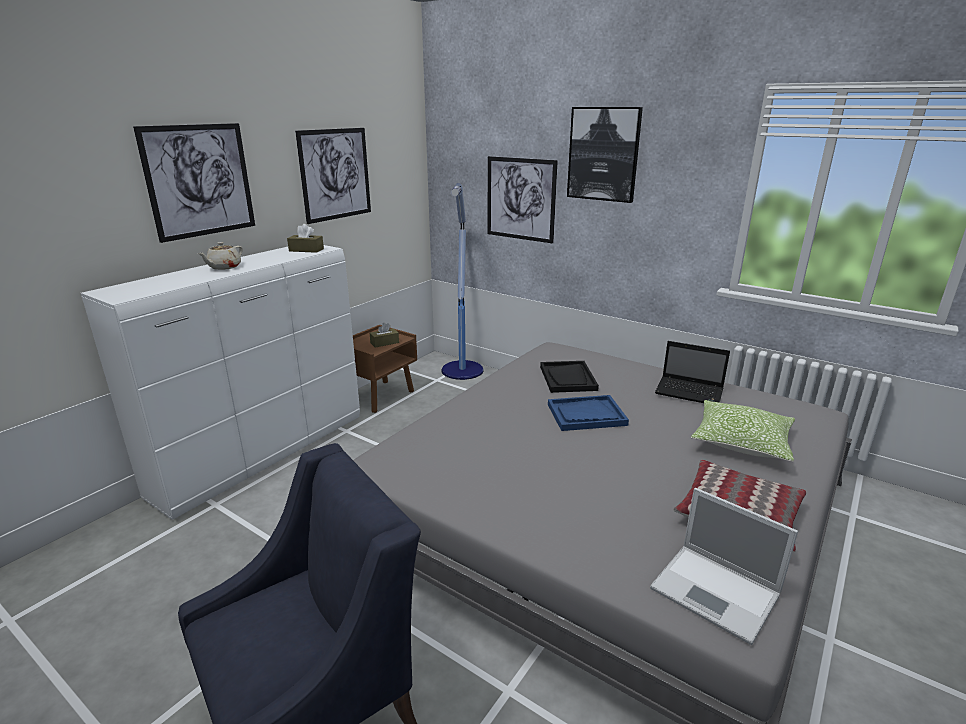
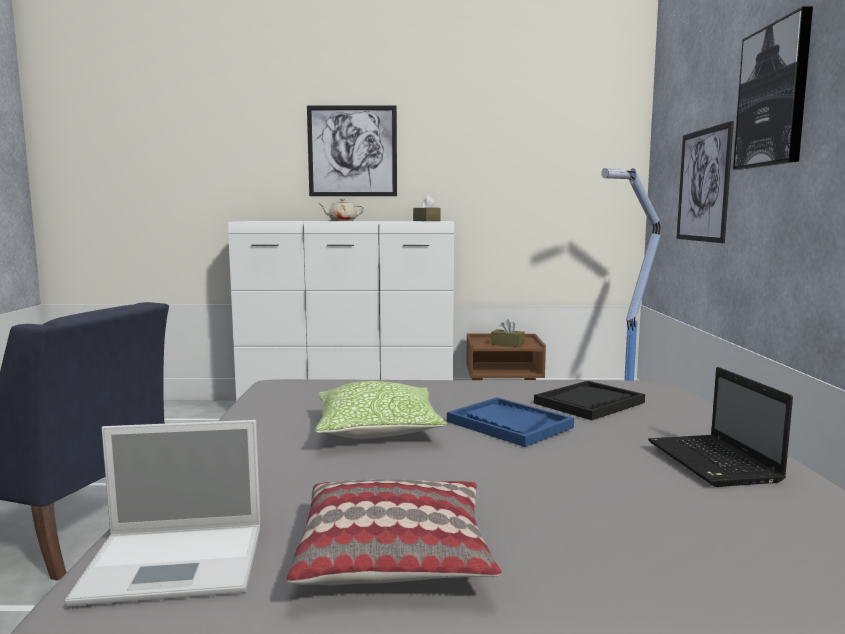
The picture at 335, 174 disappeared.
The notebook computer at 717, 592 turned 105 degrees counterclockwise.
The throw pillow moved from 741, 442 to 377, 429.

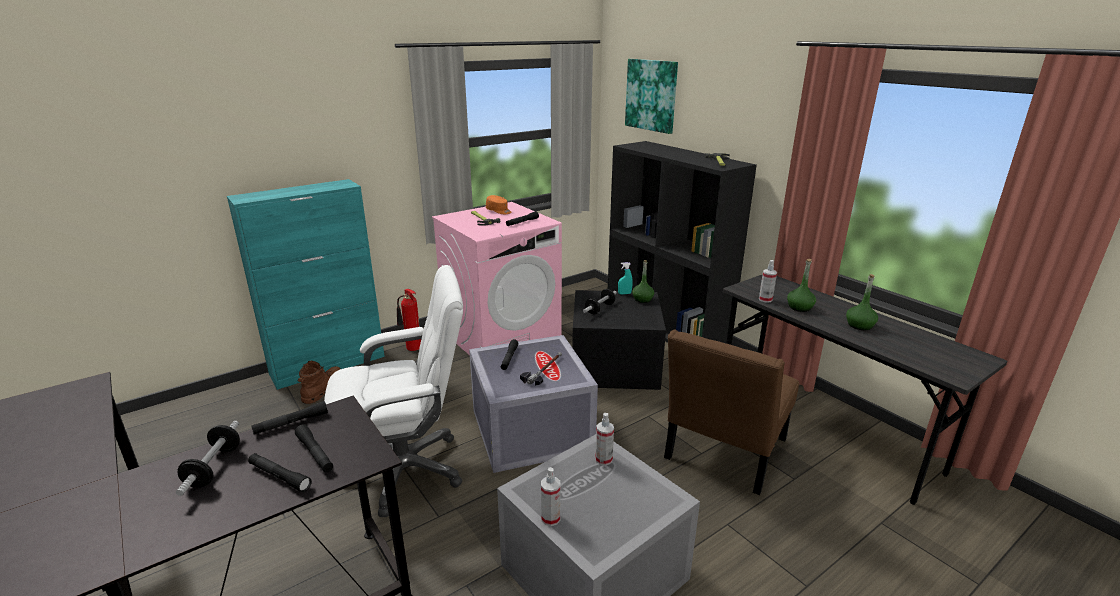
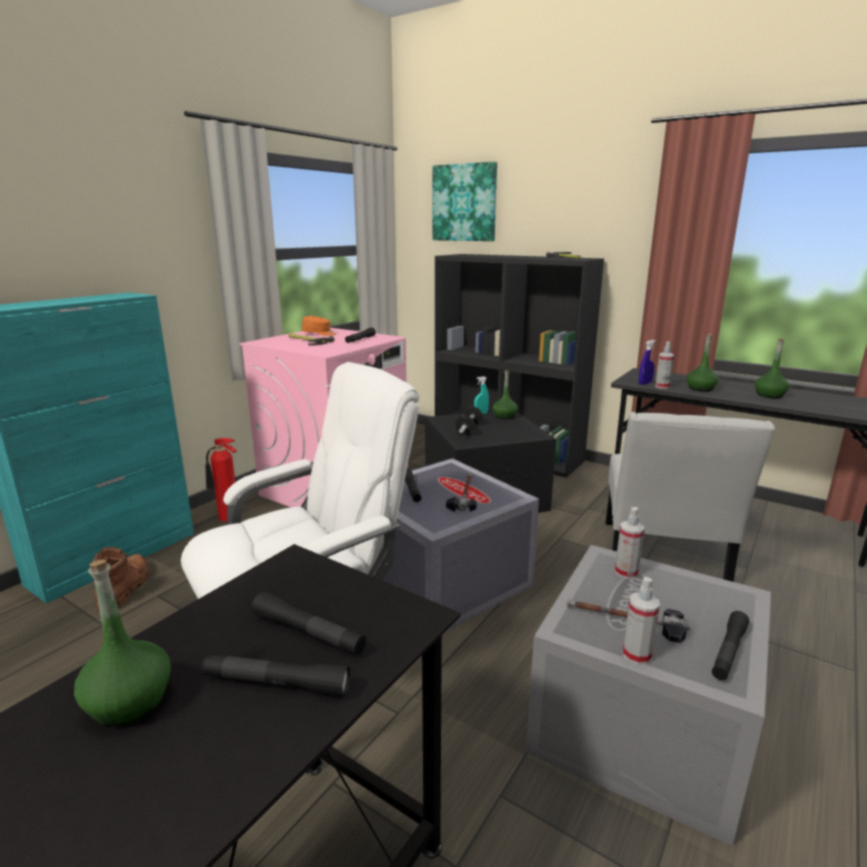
The hand weight at 213, 468 was replaced by the green-coloured bottle at 129, 701.
The blackish torch moved from 291, 423 to 728, 652.
The brown-coloured upright chair at 723, 453 became the whitish upright chair at 662, 558.
The tool hammer at 625, 621 appeared.
The bluish spray bottle at 645, 383 appeared.

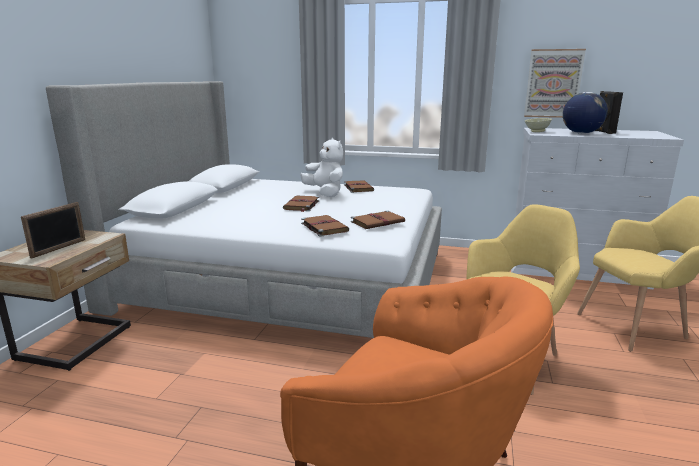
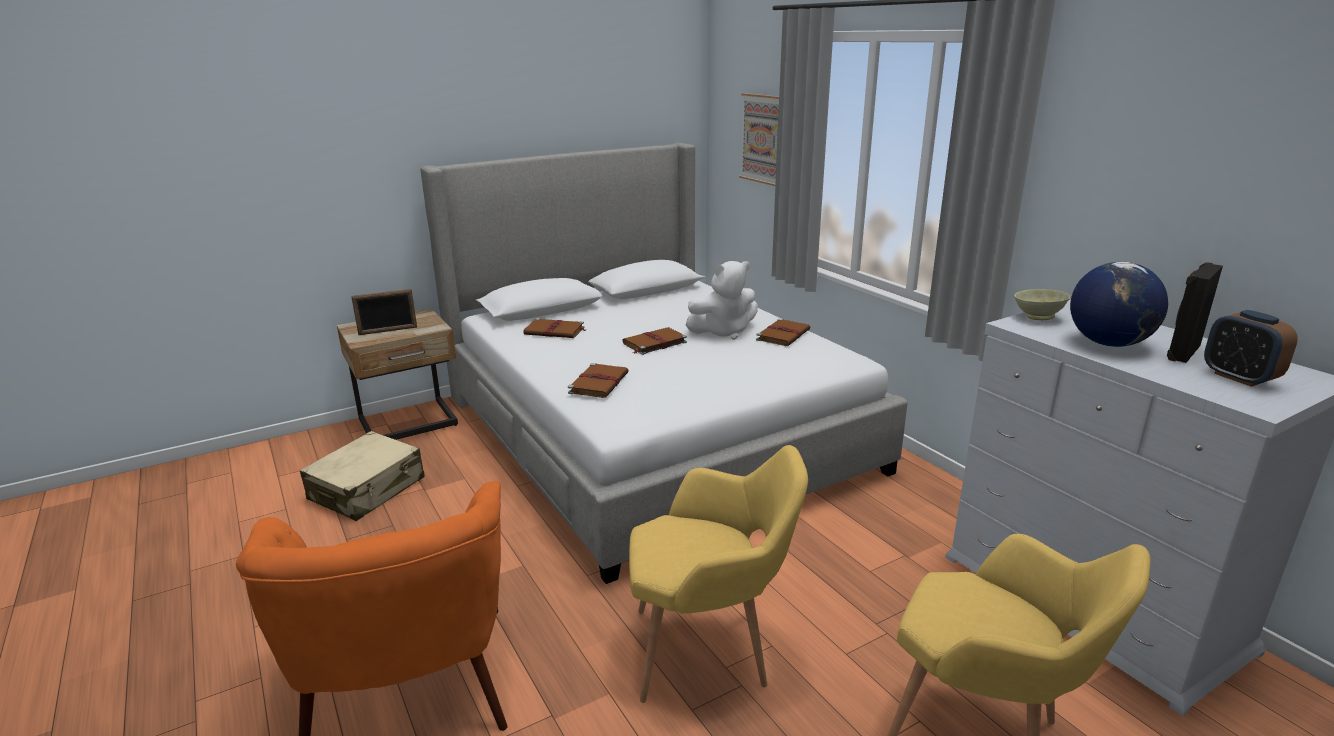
The whitish plush toy at 325, 193 turned 60 degrees clockwise.
The brown-coloured book moved from 378, 222 to 555, 331.
The picture moved from 553, 83 to 762, 139.
The beige piece of luggage at 367, 489 appeared.
The alarm clock at 1239, 377 appeared.

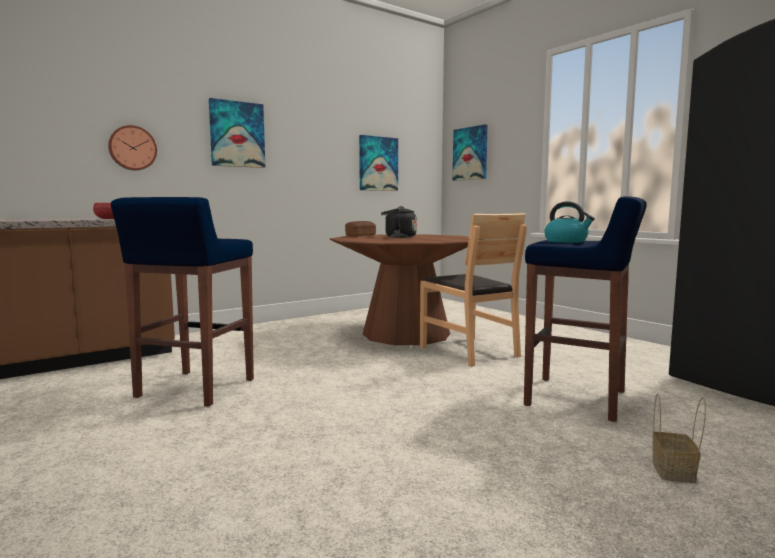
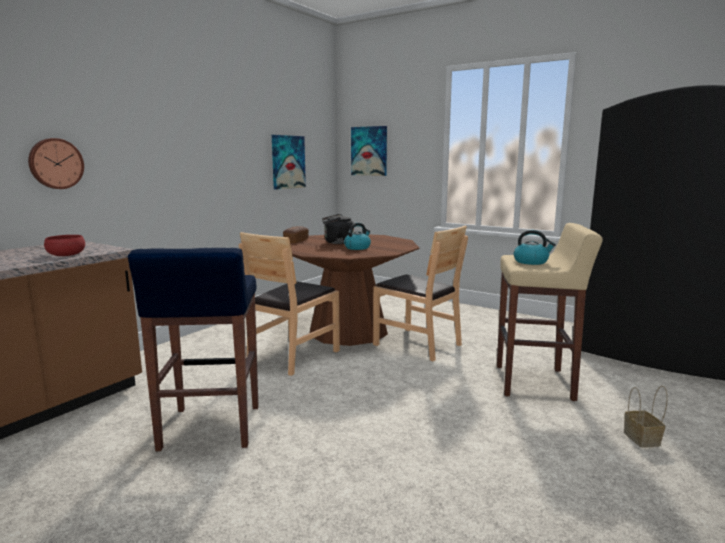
The picture at 237, 134 disappeared.
The bluish stool at 577, 399 became the beige stool at 535, 383.
The brown-coloured upright chair at 293, 356 appeared.
The water kettle at 357, 248 appeared.

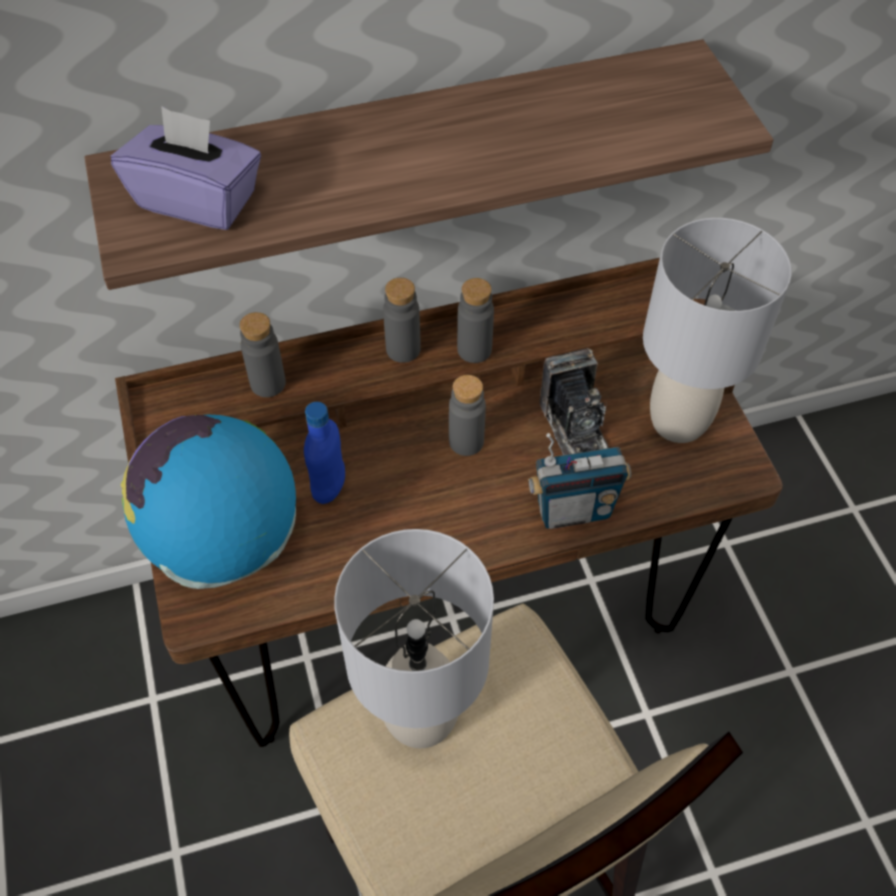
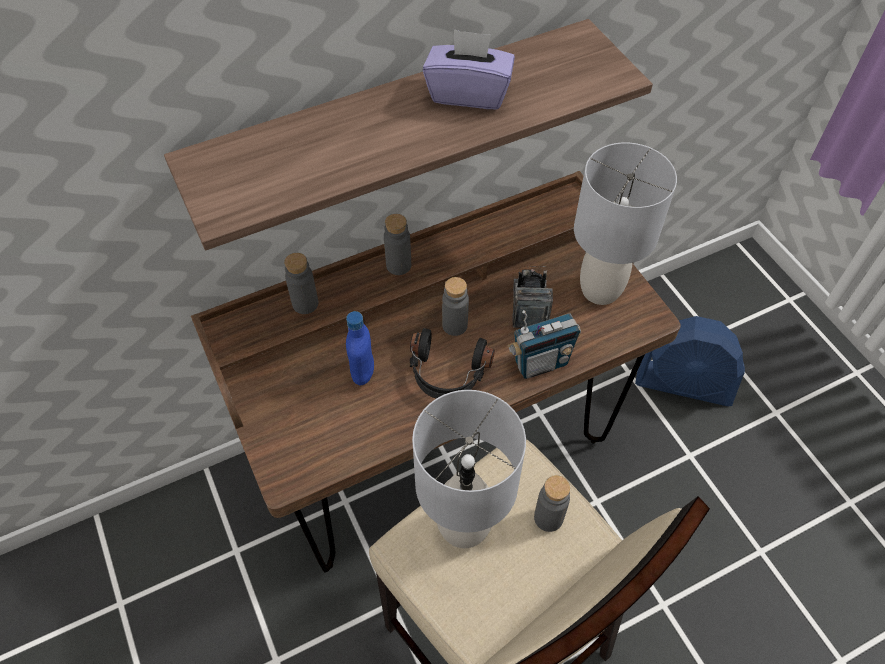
The purple box of tissues moved from 198, 200 to 468, 93.
The world globe at 225, 541 disappeared.
The greyish bottle moved from 474, 349 to 548, 518.
The still camera at 575, 428 turned 150 degrees counterclockwise.
The blackish headset at 447, 374 appeared.
The bluish cooling fan at 684, 383 appeared.

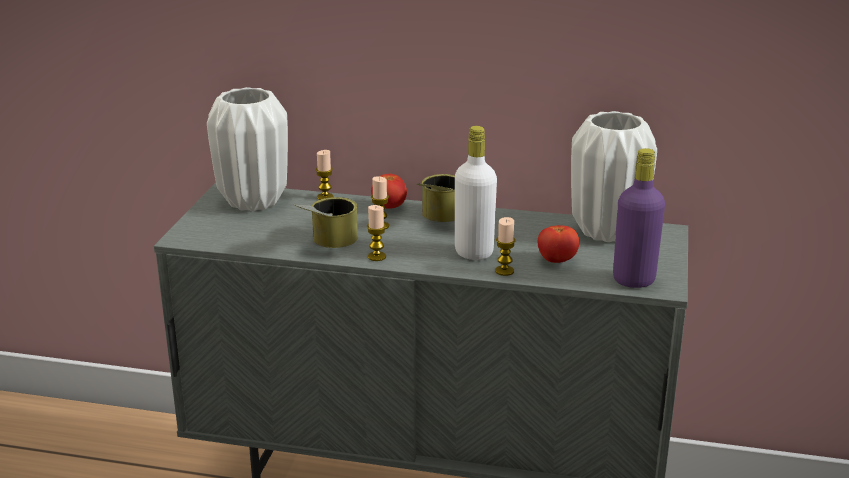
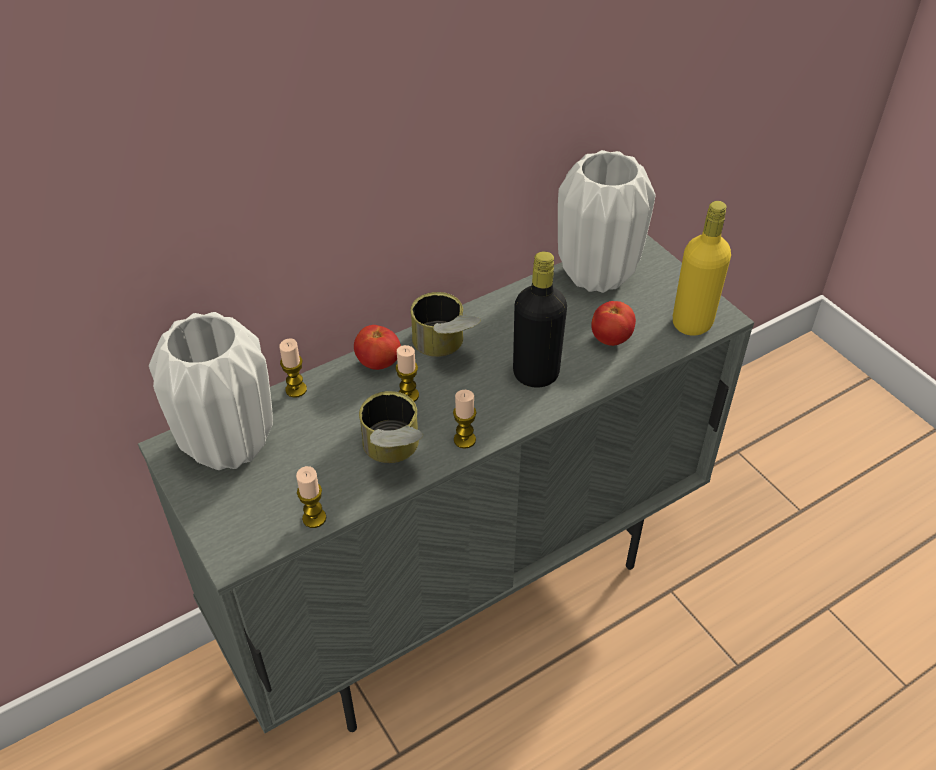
The whitish bottle at 474, 252 became the blackish bottle at 536, 374.
The wax light moved from 504, 271 to 314, 518.
The purple bottle at 633, 280 became the yellowish bottle at 692, 323.

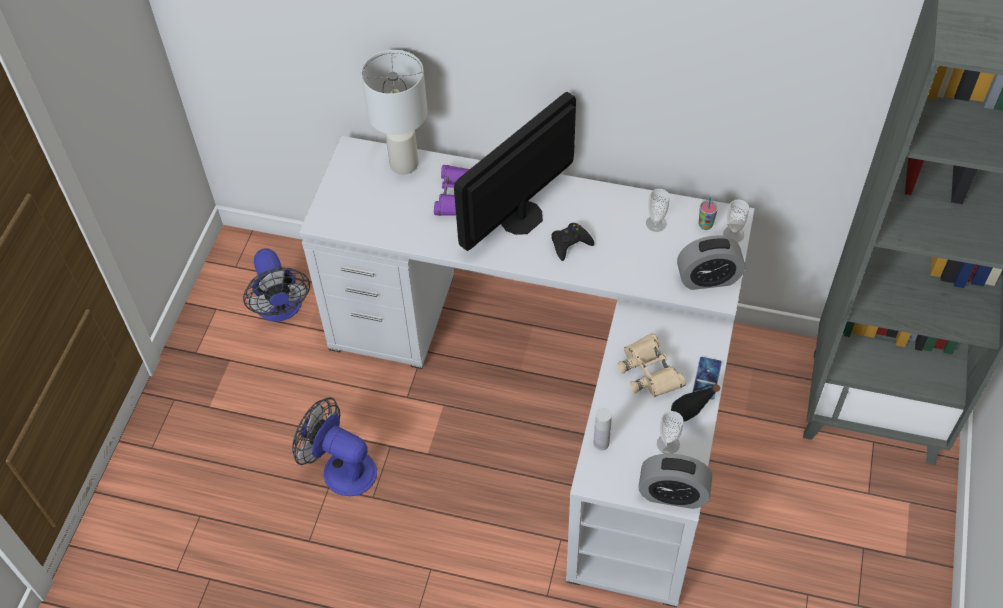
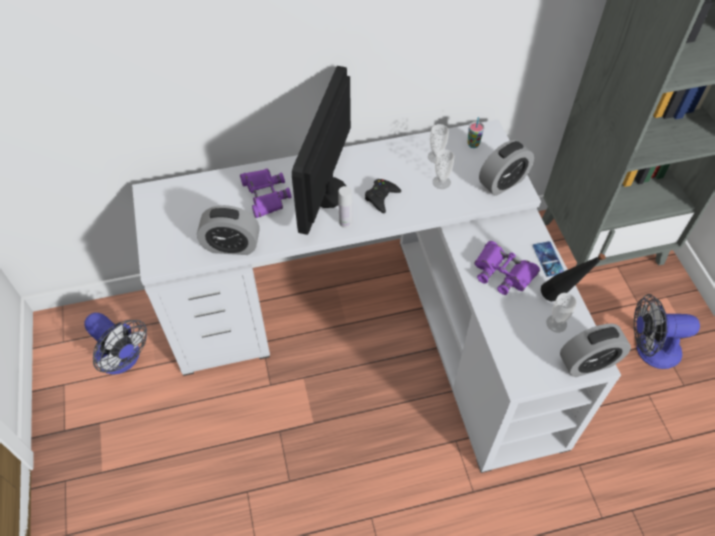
The cooling fan moved from 341, 468 to 650, 350.
The whitish lamp for a table at 403, 164 disappeared.
The whitish bottle moved from 601, 443 to 345, 222.
The beige pair of binoculars at 649, 371 became the purple pair of binoculars at 503, 272.
The cup moved from 733, 234 to 441, 182.
The alarm clock at 231, 246 appeared.

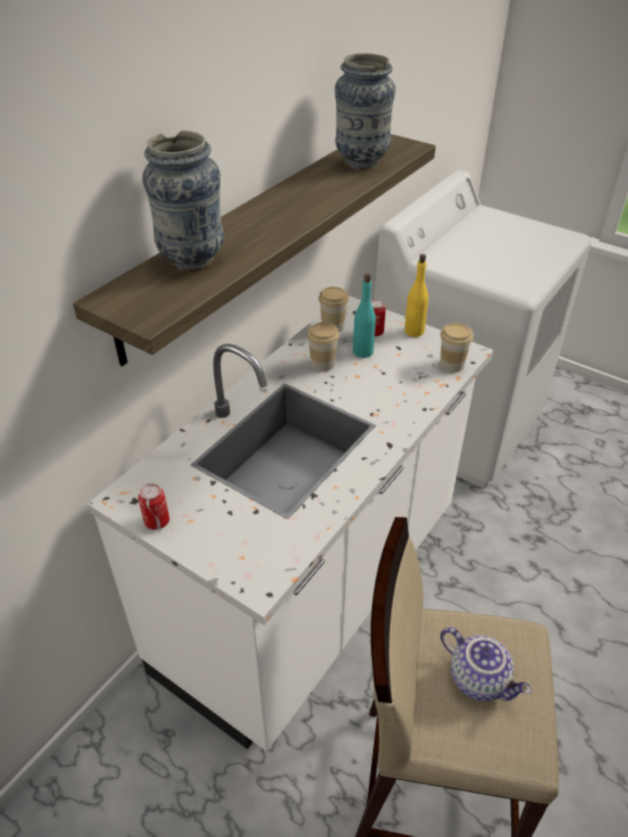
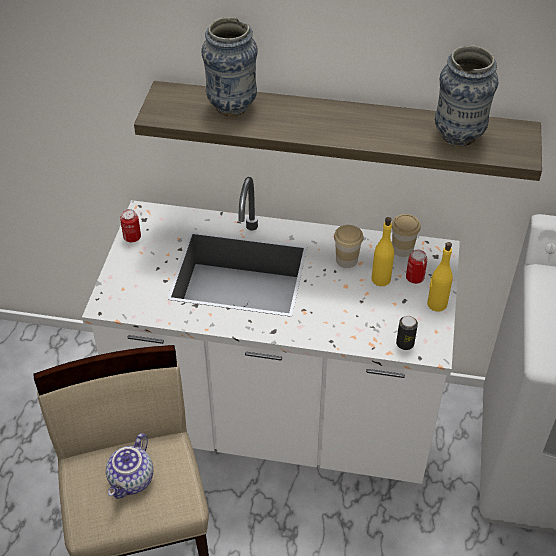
The turquoise bottle at 362, 351 became the yellowish bottle at 381, 279.
The cup at 451, 365 was replaced by the can at 405, 344.

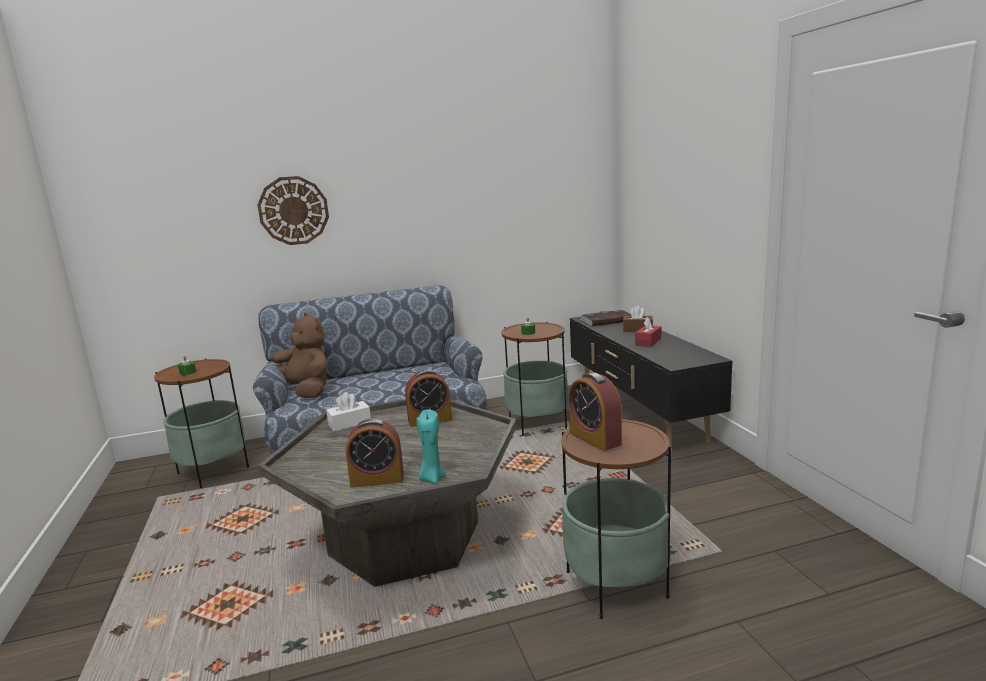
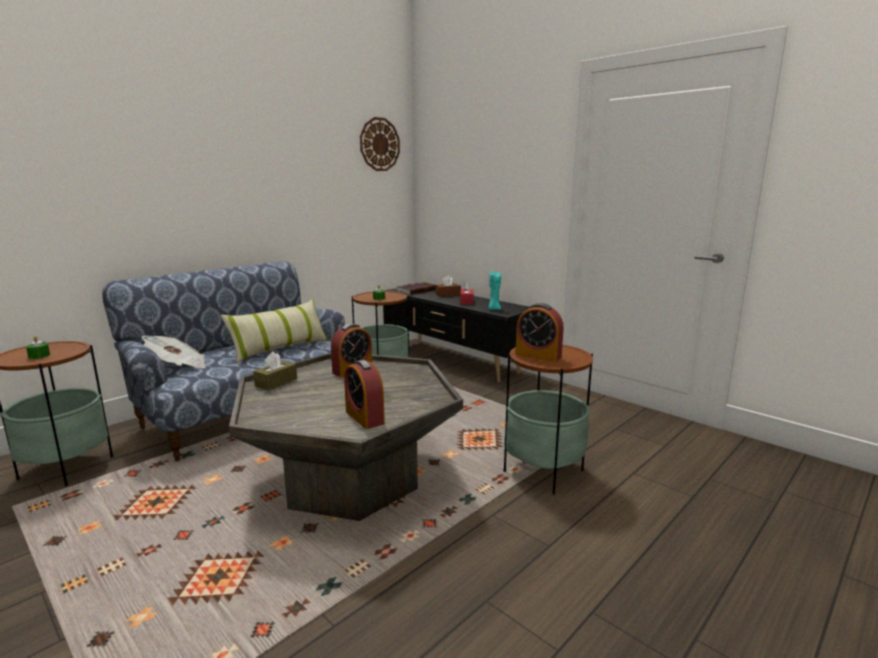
The clock on the wall moved from 293, 210 to 379, 144.
The brown-coloured plush toy at 305, 391 was replaced by the newspaper at 178, 366.
The whitish box of tissues at 350, 423 became the brown-coloured box of tissues at 276, 382.
The alarm clock at 377, 479 turned 90 degrees clockwise.
The turquoise wax light moved from 432, 478 to 494, 309.
The throw pillow at 280, 349 appeared.

